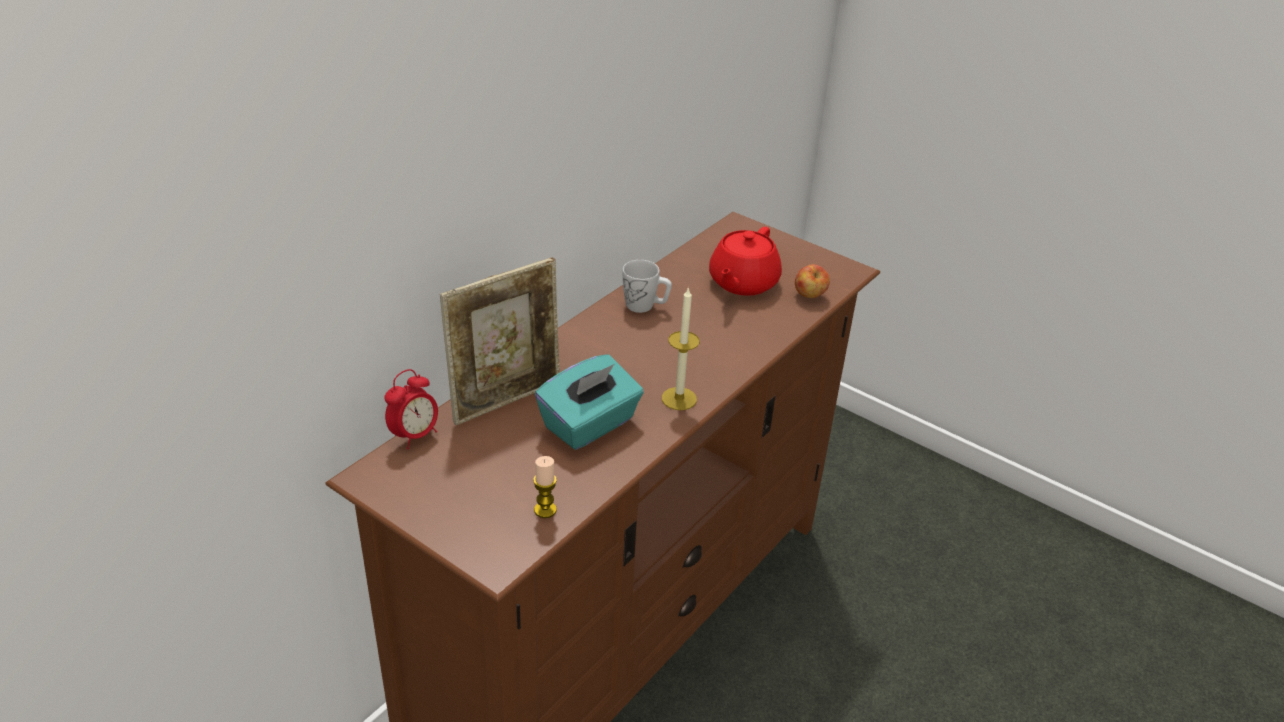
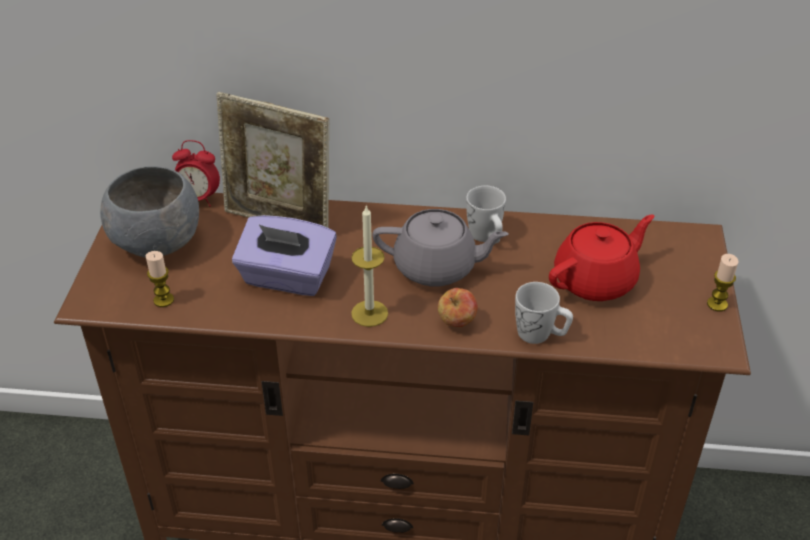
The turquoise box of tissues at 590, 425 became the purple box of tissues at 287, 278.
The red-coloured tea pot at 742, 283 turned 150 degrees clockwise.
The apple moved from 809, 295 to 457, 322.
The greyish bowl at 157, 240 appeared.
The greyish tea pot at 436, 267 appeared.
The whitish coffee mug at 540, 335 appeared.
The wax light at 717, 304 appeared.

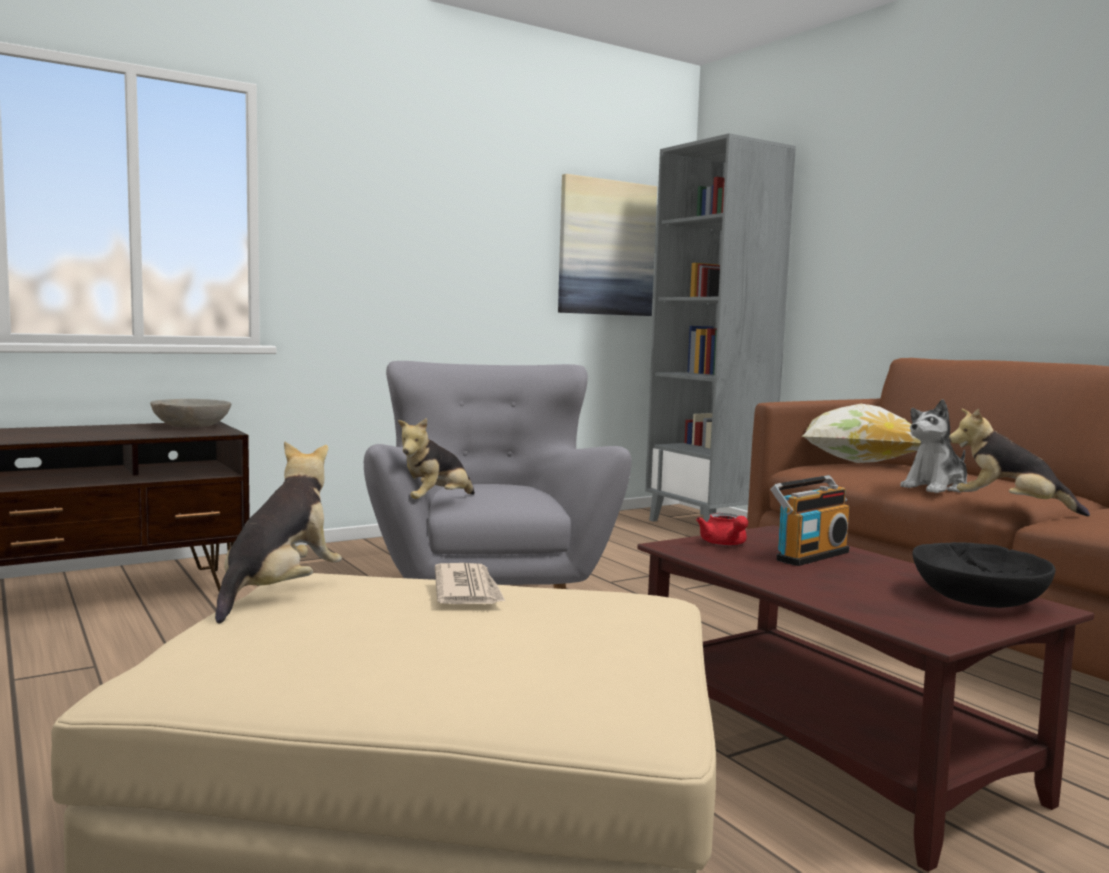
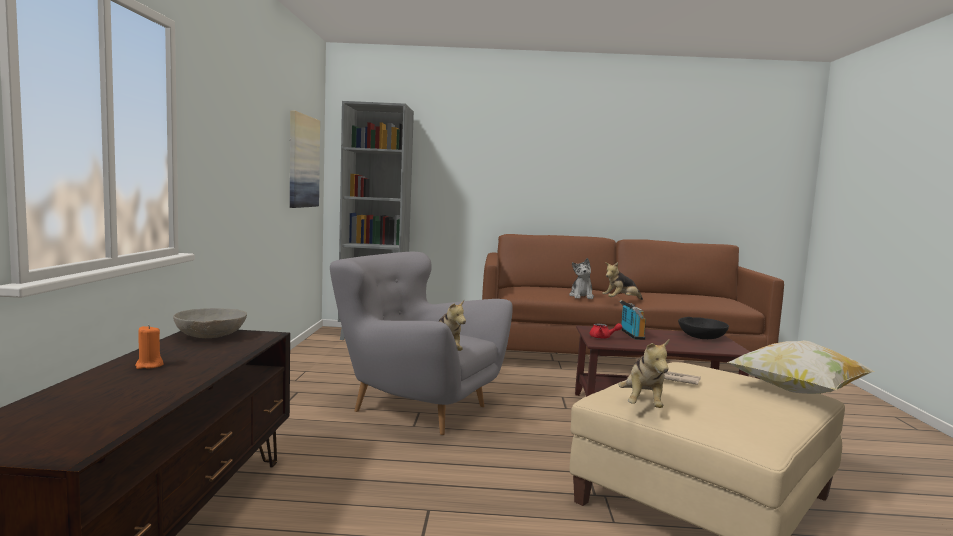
The plush toy at 280, 592 turned 135 degrees counterclockwise.
The throw pillow moved from 858, 463 to 796, 392.
The orange-coloured wax light at 149, 365 appeared.

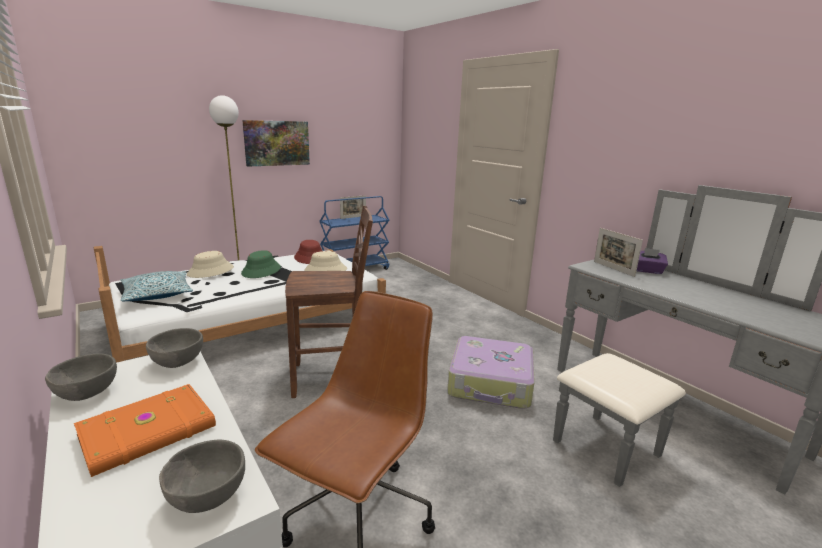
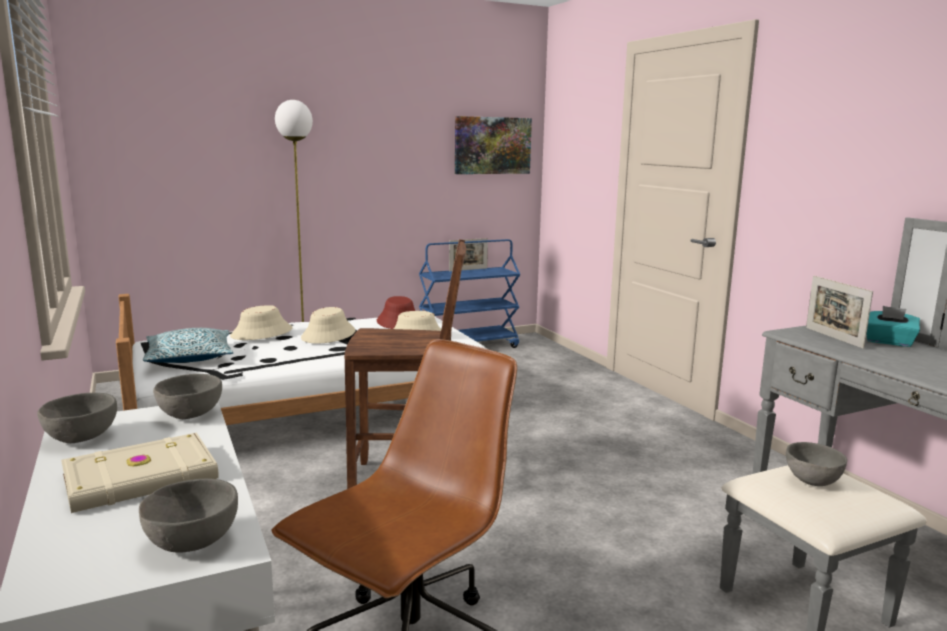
The orange-coloured book at 149, 432 became the beige book at 142, 478.
The green-coloured clothing hat at 261, 271 became the beige clothing hat at 328, 335.
The picture moved from 277, 143 to 492, 145.
The piece of luggage at 491, 383 disappeared.
The purple box of tissues at 647, 271 became the turquoise box of tissues at 888, 342.
The greyish bowl at 811, 481 appeared.

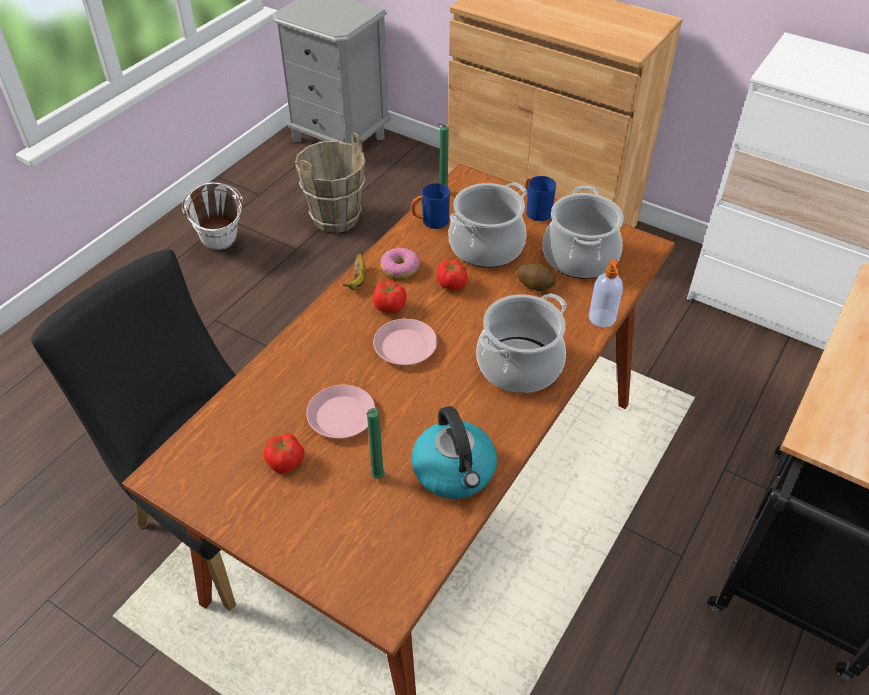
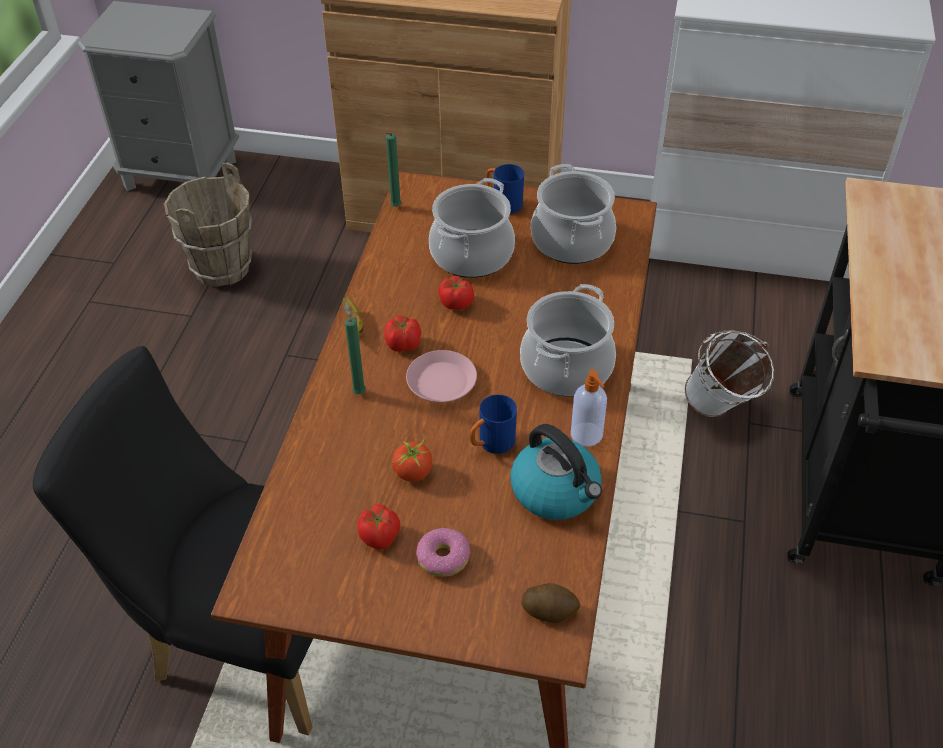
The whitish bucket moved from 221, 248 to 721, 411.
The pink-coloured dinner plate at 342, 416 was replaced by the tomato at 413, 472.
The green-coloured wax light moved from 376, 478 to 359, 394.
The doughnut moved from 400, 268 to 443, 558.
The bluish coffee mug moved from 430, 222 to 491, 444.
The whole potato moved from 535, 285 to 549, 611.
The soap dispenser moved from 602, 319 to 587, 435.

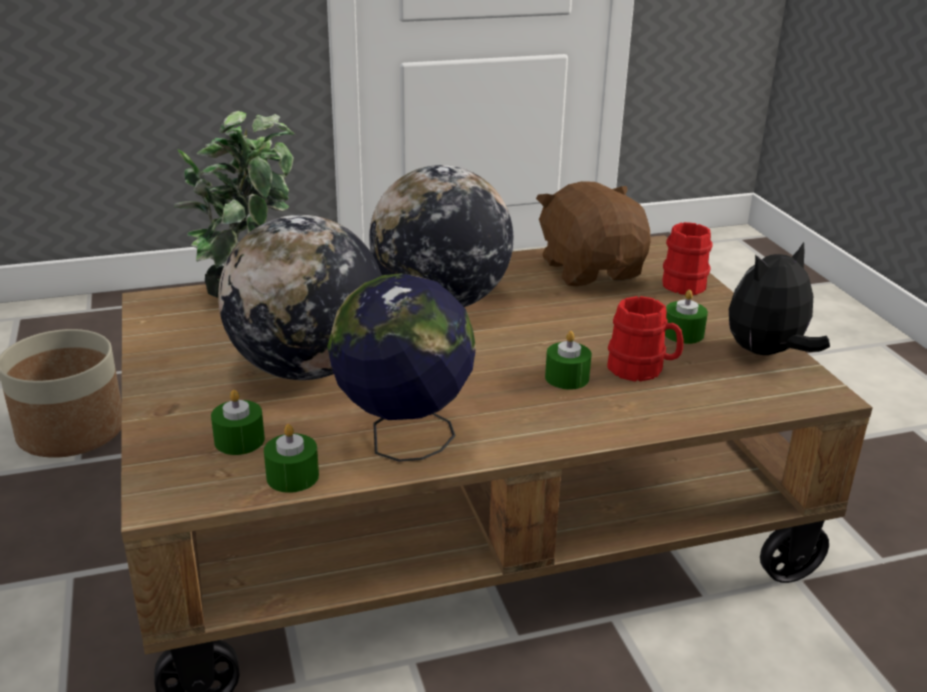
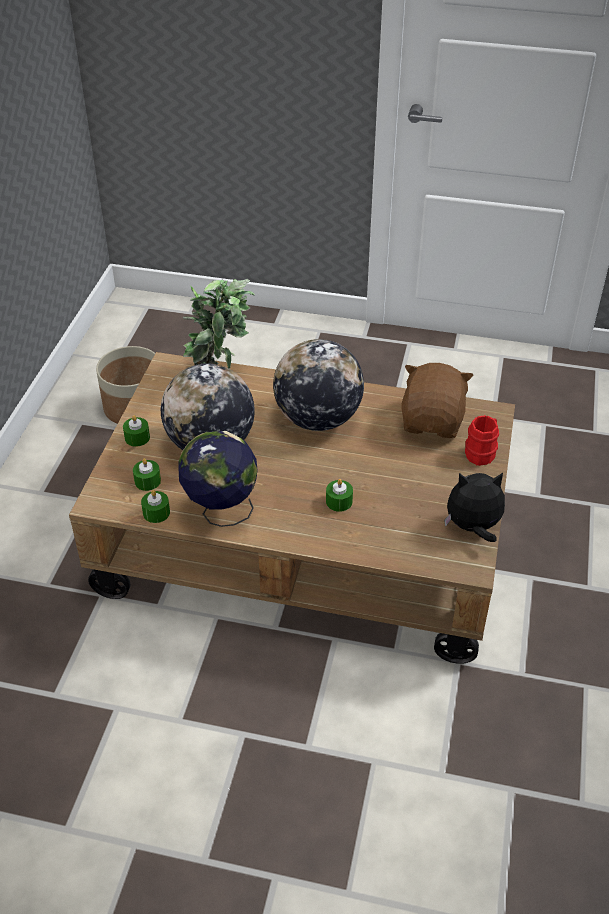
The red-coloured coffee mug at 642, 370 disappeared.
The green-coloured wax light moved from 683, 333 to 137, 437.

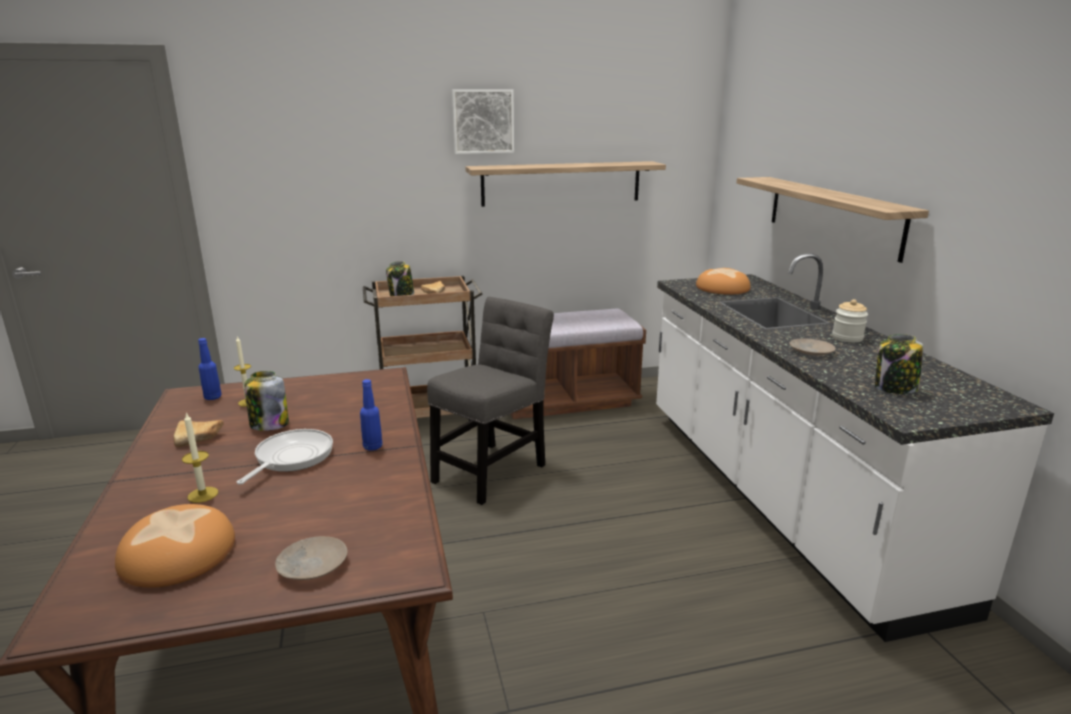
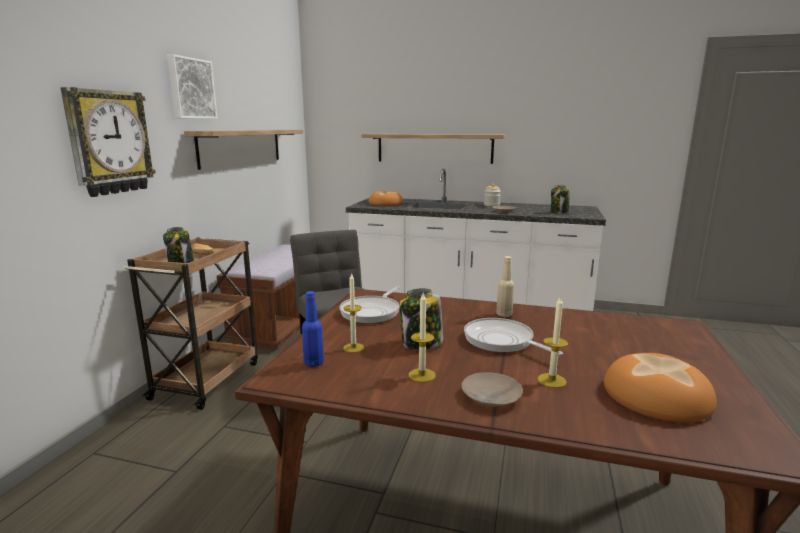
The baked bread at 200, 438 was replaced by the wax light at 422, 375.
The beige dinner plate moved from 312, 566 to 491, 396.
The bluish bottle at 372, 447 became the beige bottle at 504, 314.
The clock on the wall at 109, 142 appeared.
The skillet at 372, 312 appeared.

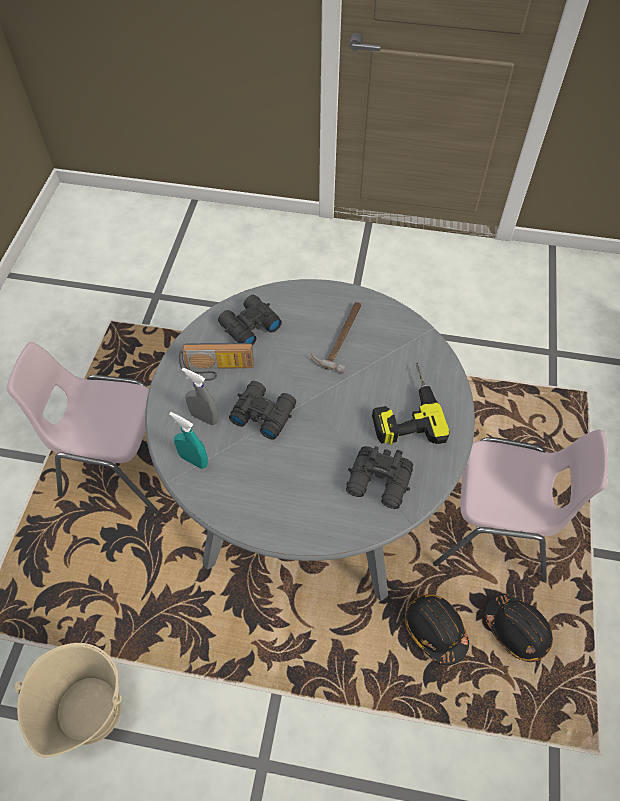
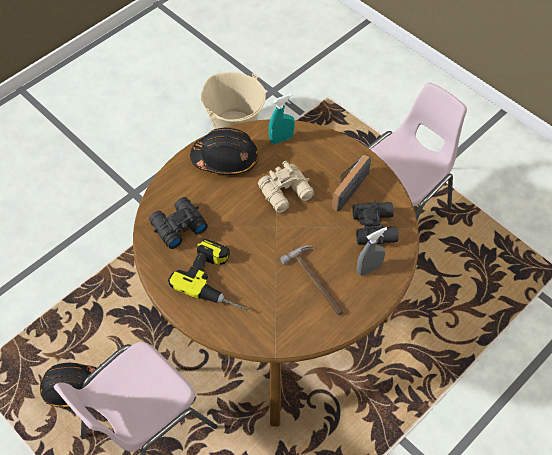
The greyish dining table at 310, 499 became the brown-coloured dining table at 276, 318.
The greyish spray bottle moved from 204, 417 to 369, 269.
The blackish pair of binoculars at 263, 413 became the beige pair of binoculars at 287, 193.
The blackish work helmet moved from 435, 630 to 226, 159.

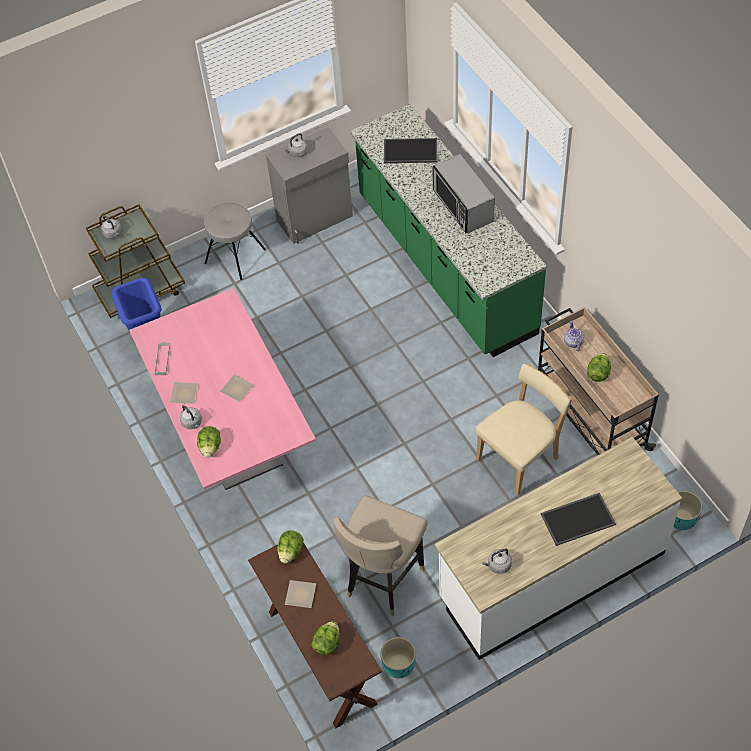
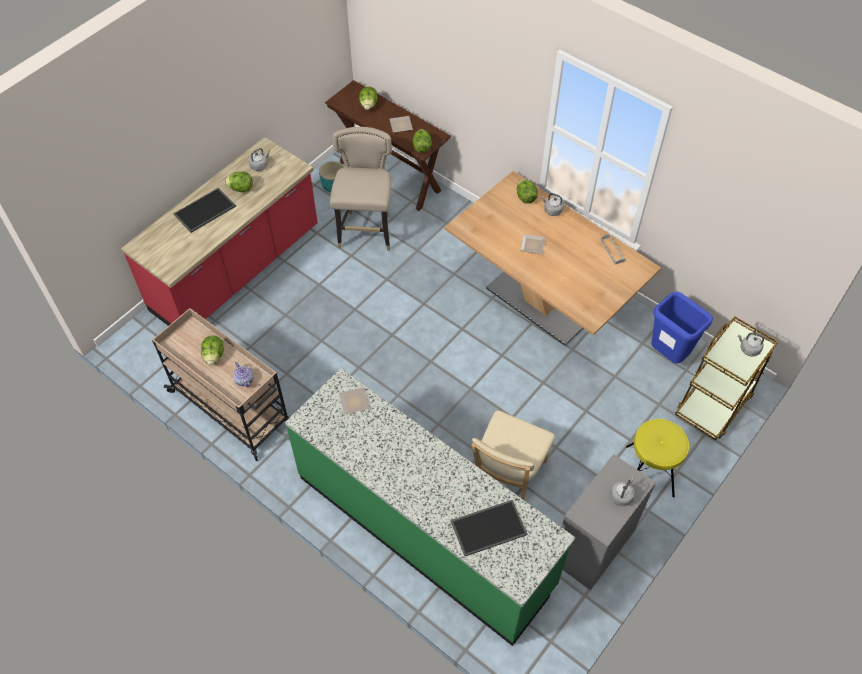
The pink-coloured dining table at 232, 434 became the brown-coloured dining table at 542, 300.
The dinner plate moved from 183, 393 to 355, 402.
The greyish stool at 235, 256 became the yellowish stool at 650, 471.
The kitchen microwave at 462, 206 disappeared.
The whitish kitchen counter at 551, 575 became the red-coloured kitchen counter at 237, 270.
The beige upright chair moved from 520, 457 to 507, 477.
The turquoise plant pot at 682, 519 disappeared.
The head of lettuce at 241, 188 appeared.

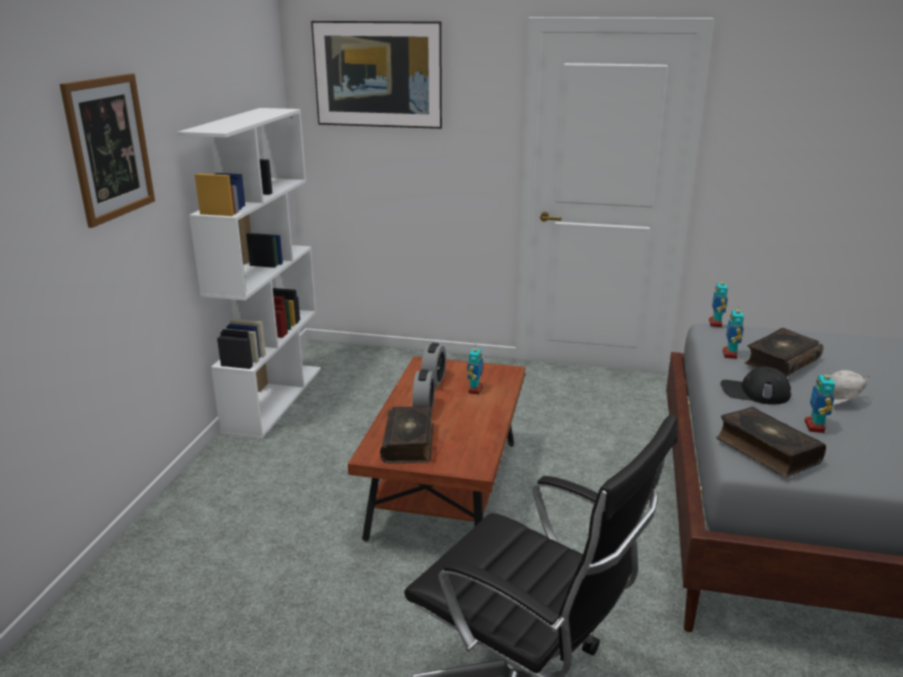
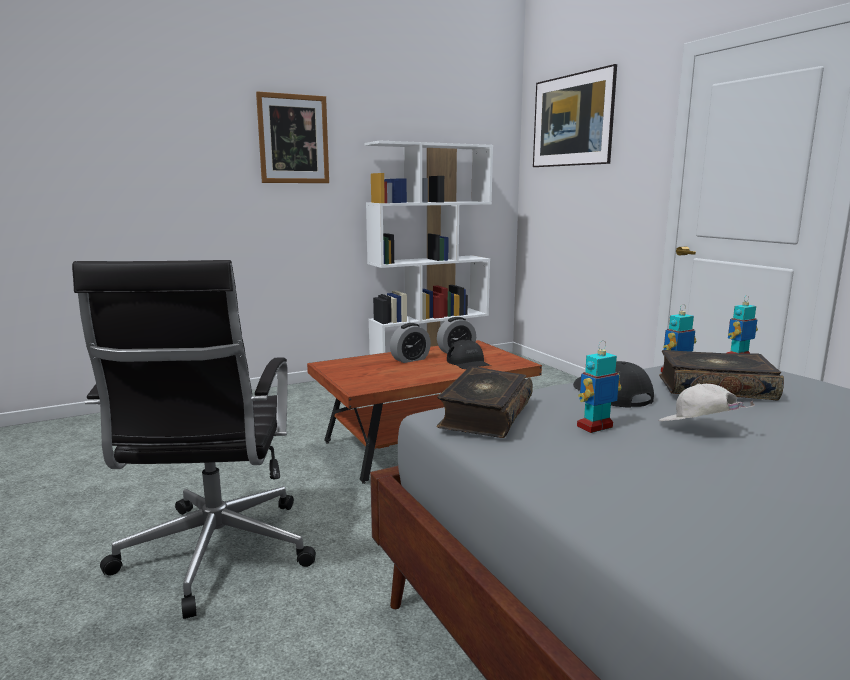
The book at 409, 443 disappeared.
The toy robot at 475, 390 was replaced by the blackish peaked cap at 468, 362.

